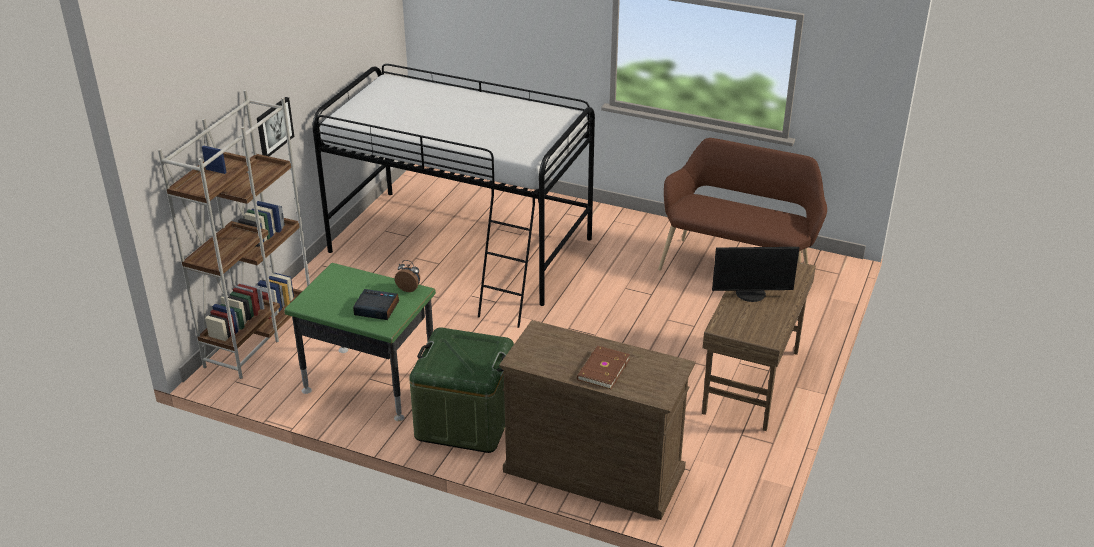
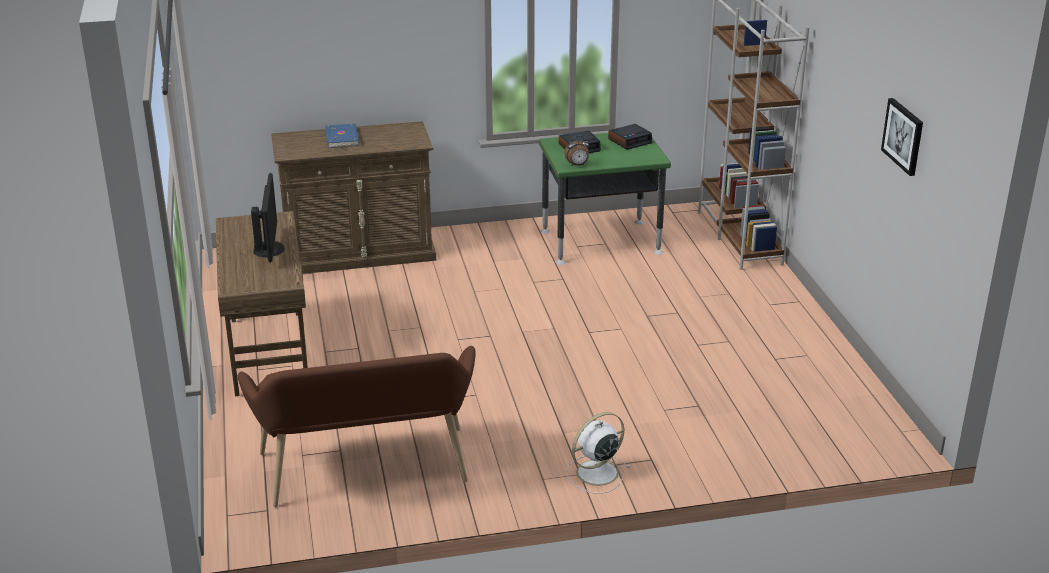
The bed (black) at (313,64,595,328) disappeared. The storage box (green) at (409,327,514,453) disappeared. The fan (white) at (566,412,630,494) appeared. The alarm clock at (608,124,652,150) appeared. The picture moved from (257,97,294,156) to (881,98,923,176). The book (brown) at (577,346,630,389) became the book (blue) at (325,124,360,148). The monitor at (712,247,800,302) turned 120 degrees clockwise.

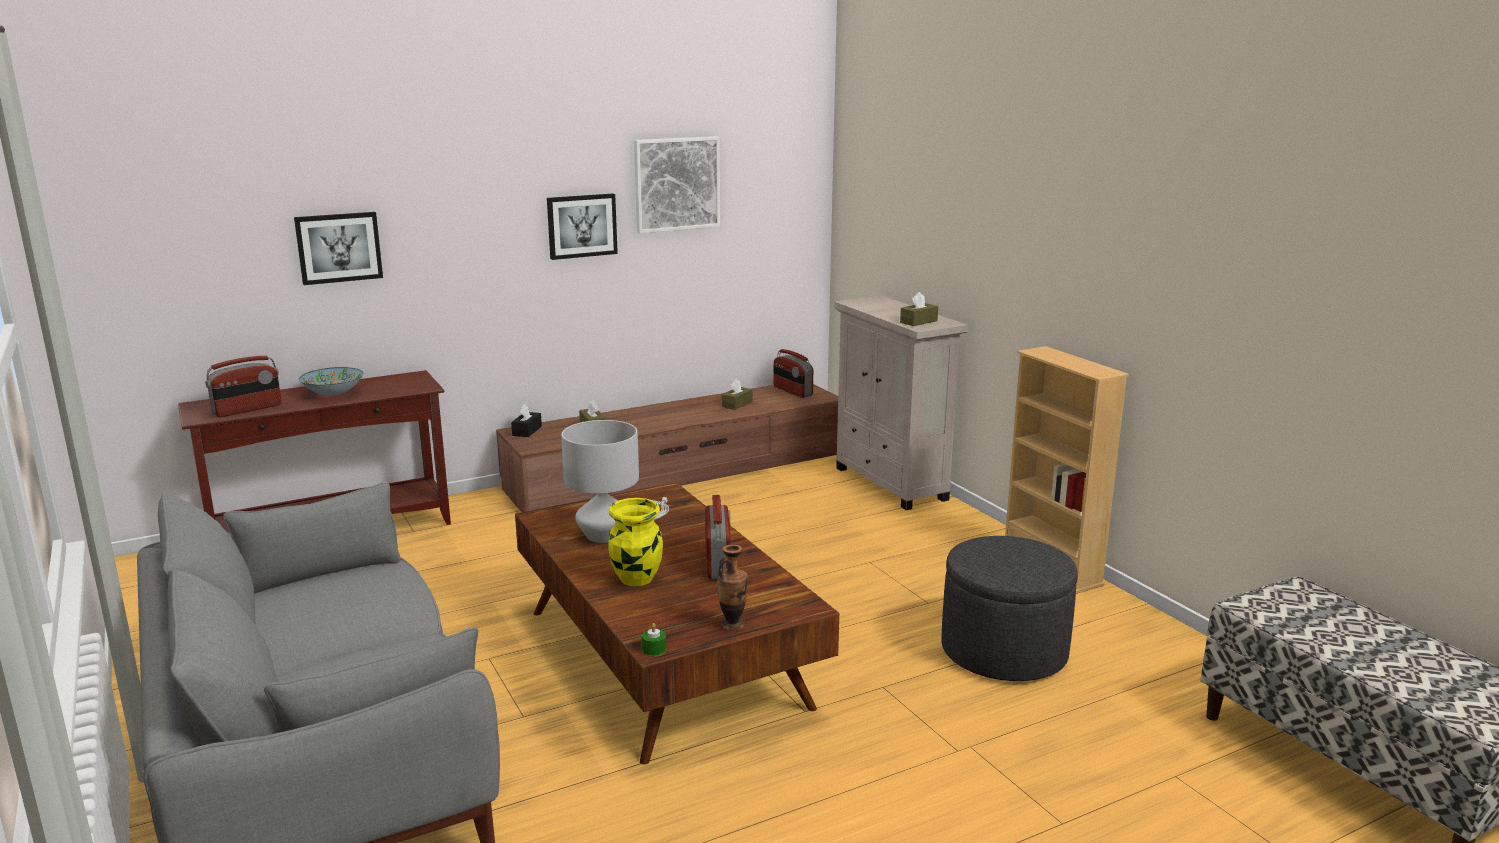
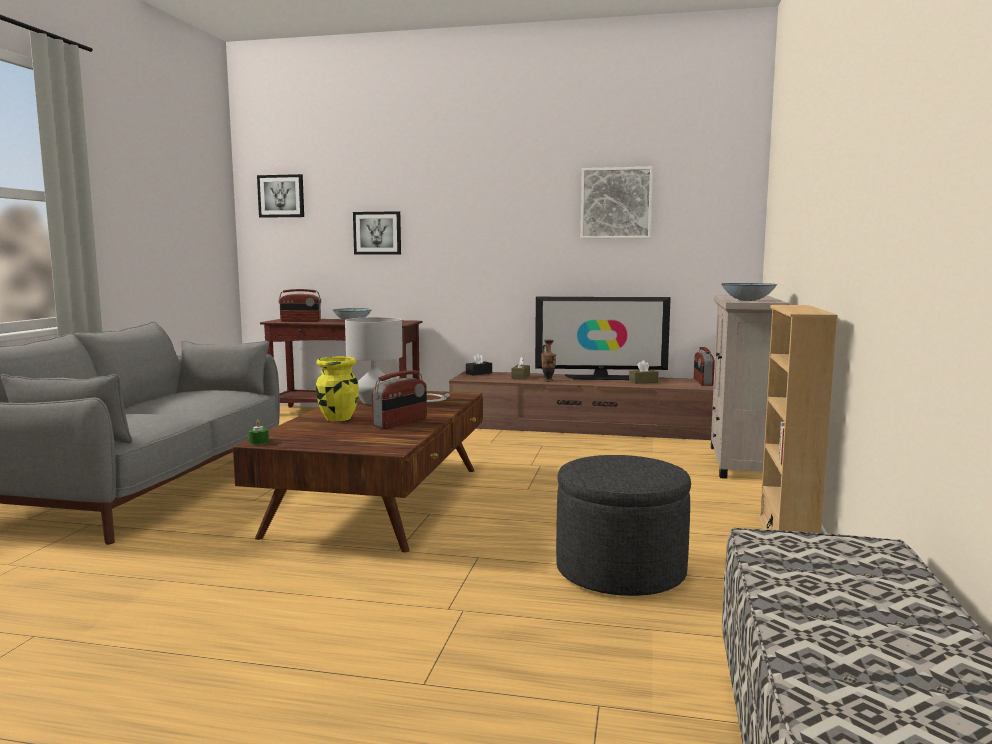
The television at (535,297,671,380) appeared. The picture moved from (547,193,618,260) to (257,174,304,218). The vase moved from (717,545,748,631) to (541,340,556,382). The tissue box (brown) at (900,292,938,326) was replaced by the bowl at (721,283,777,301).

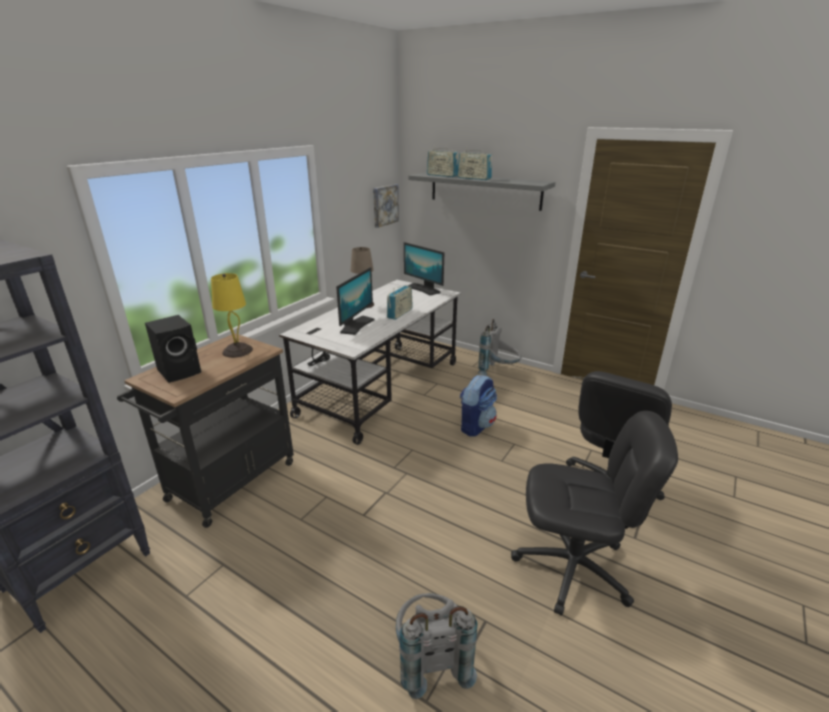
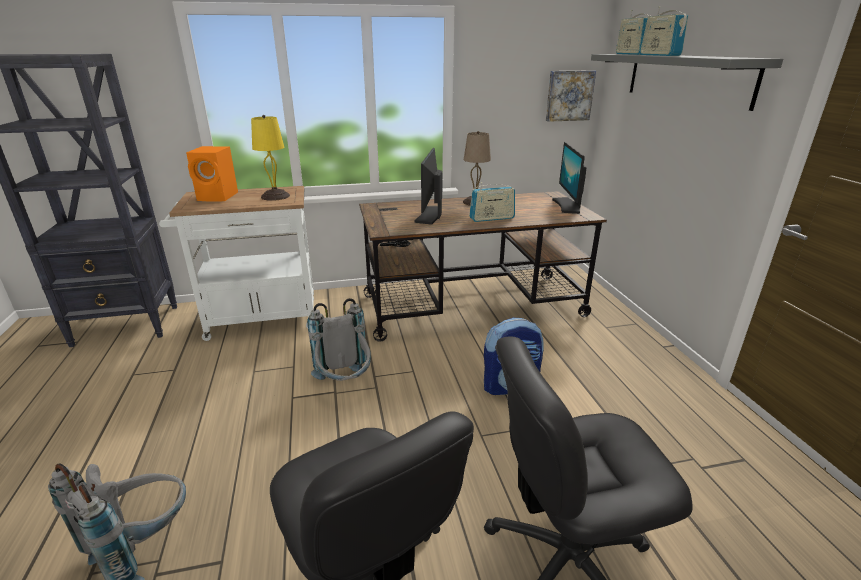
The backpack (grey) moved from (478,319,521,375) to (307,298,371,381). The cart (black) at (117,333,294,528) became the cart (white) at (159,186,314,341). The speaker (black) at (145,315,201,383) became the speaker (orange) at (186,146,238,202). The desk (white) at (279,280,461,445) became the desk (brown) at (359,191,607,342). The monitor at (336,267,374,335) turned 120 degrees clockwise.

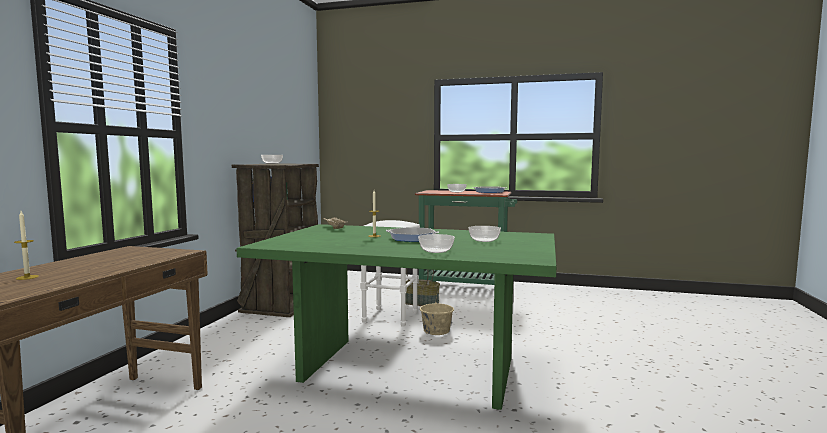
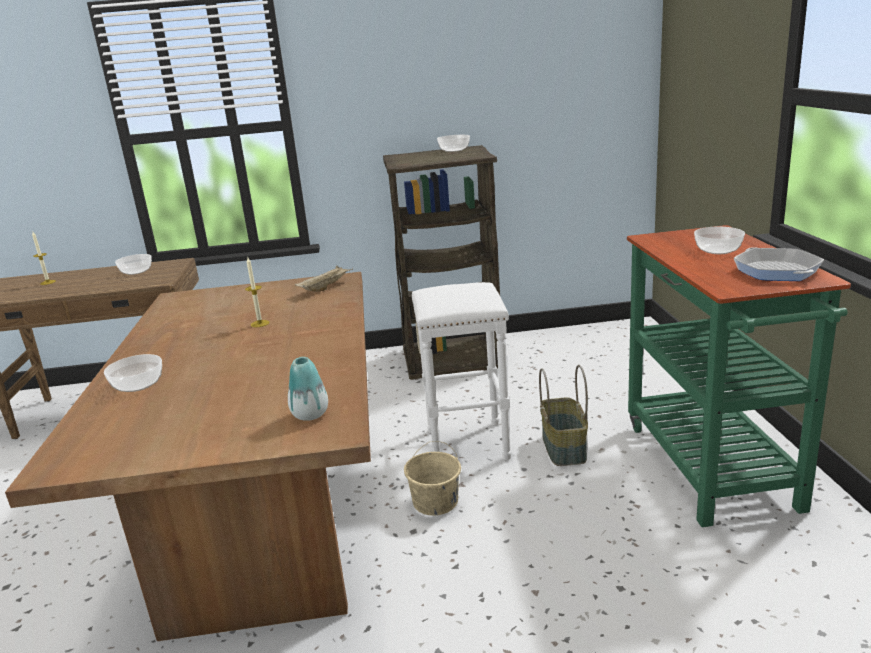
The frying pan at (386,227,439,242) disappeared. The vase at (288,357,328,421) appeared. The bowl moved from (468,226,501,242) to (115,254,152,275). The dining table (green) at (237,224,556,410) became the dining table (brown) at (5,272,371,641).

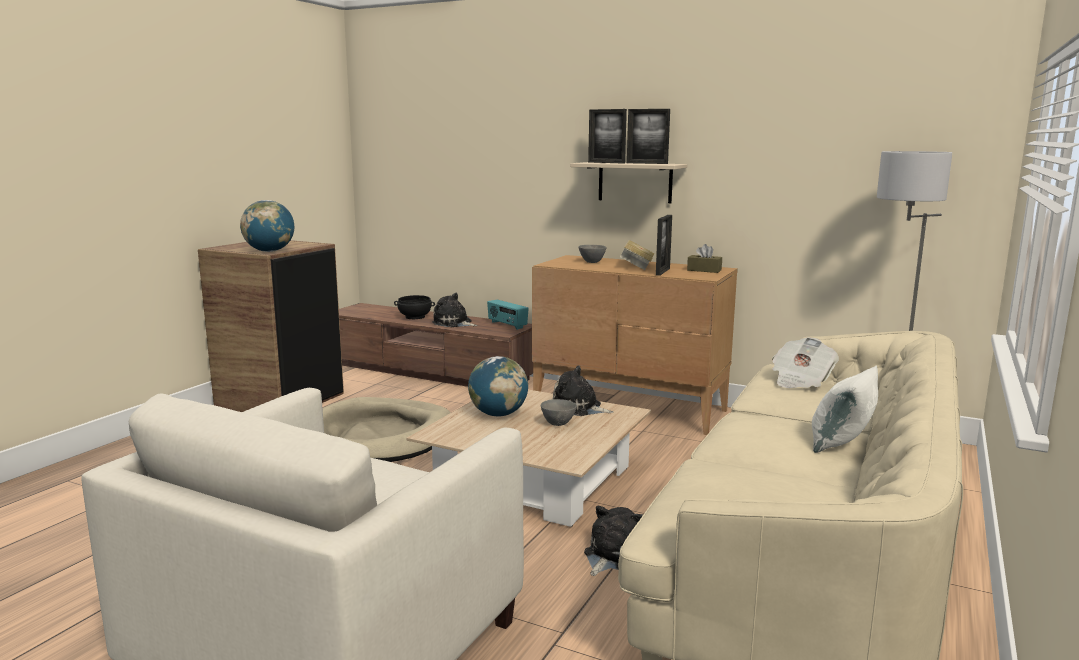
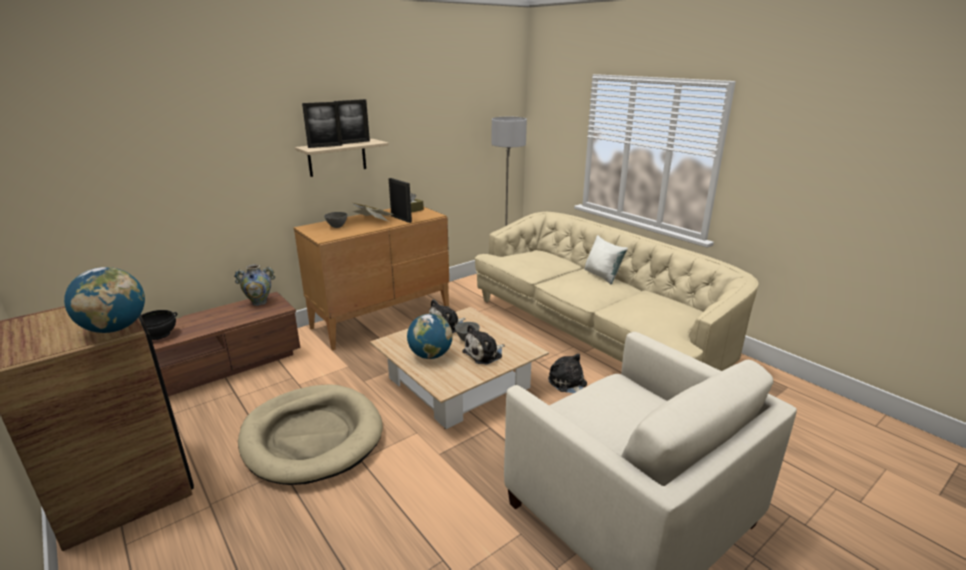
The newspaper at (772,337,839,388) disappeared. The plush toy moved from (432,292,478,327) to (462,324,505,365). The radio at (487,300,529,330) was replaced by the vase at (234,264,275,306).

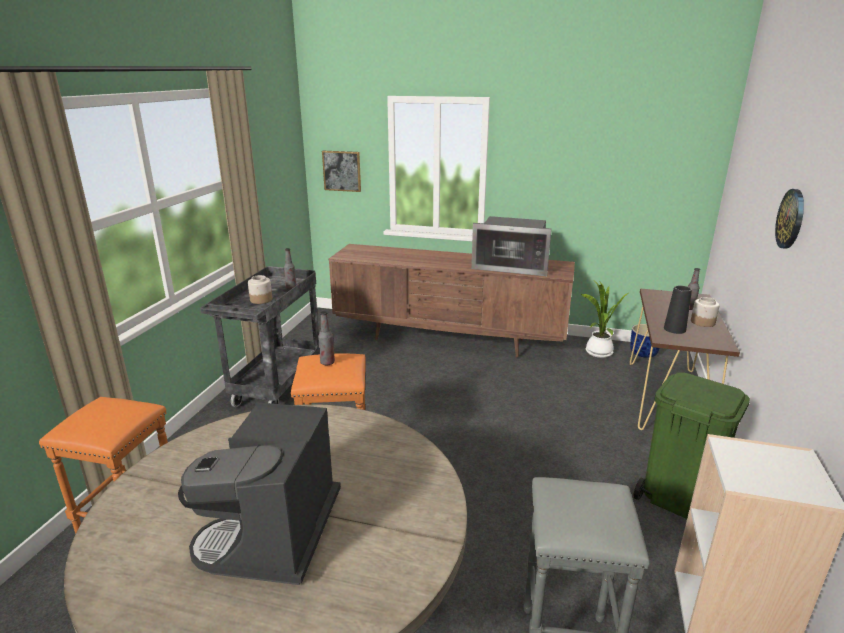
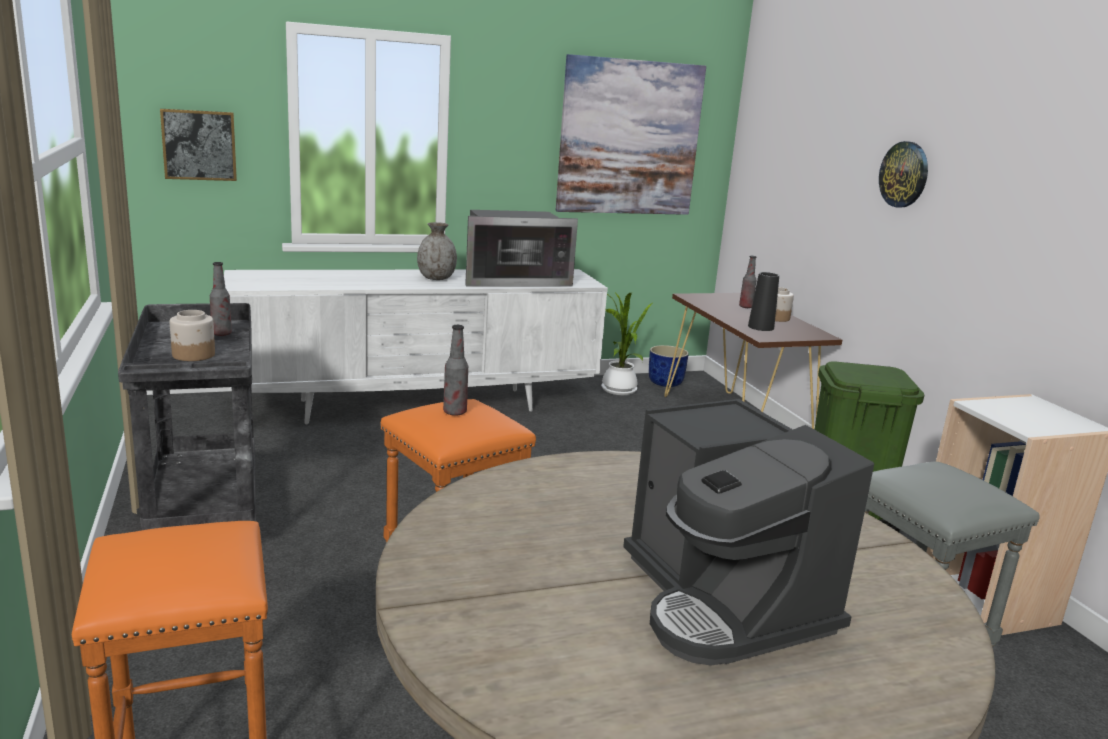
The vase (grey) at (417,222,457,280) appeared. The picture at (555,54,706,215) appeared. The cabinet (brown) at (329,244,575,358) became the cabinet (white) at (224,269,608,424).

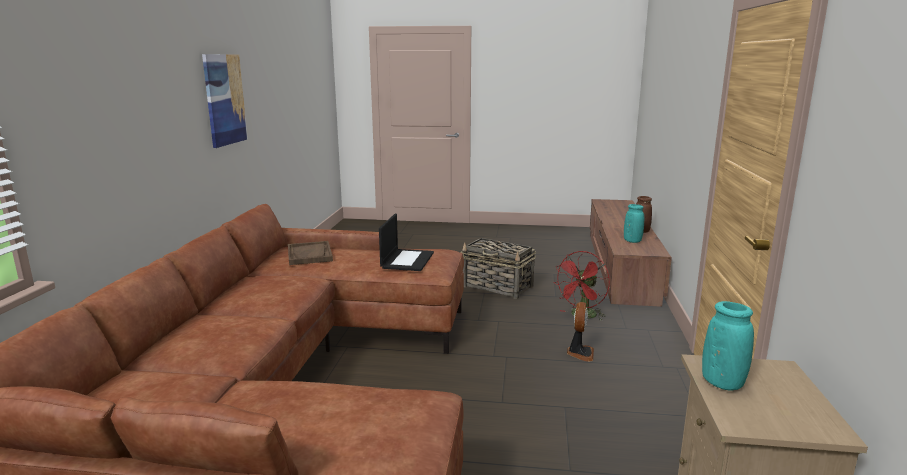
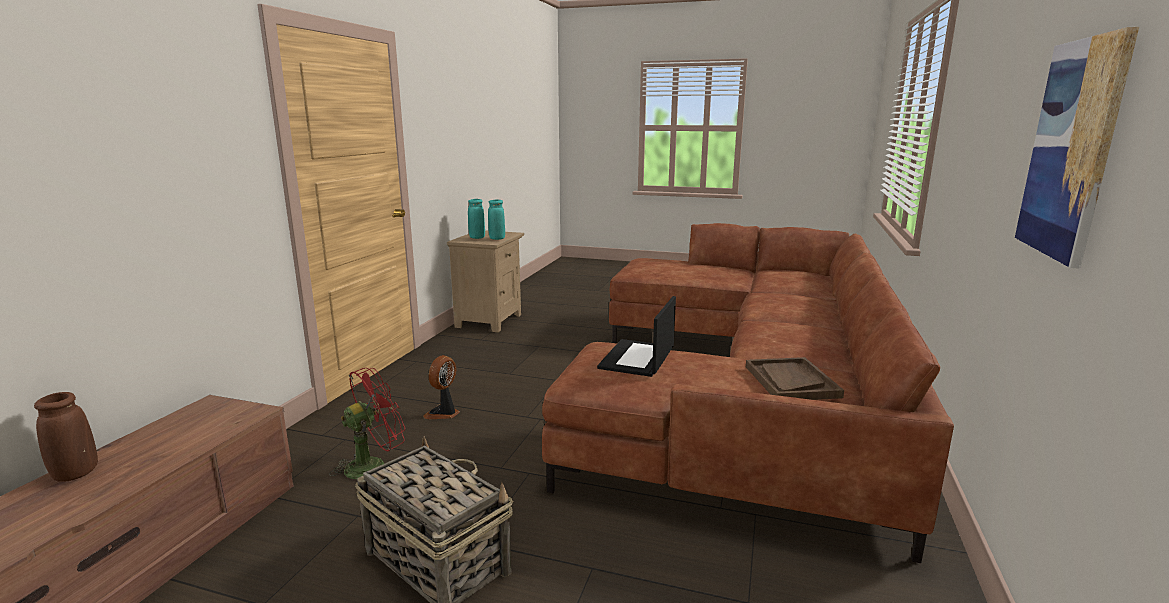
The vase (turquoise) moved from (624,204,644,243) to (468,199,485,239).

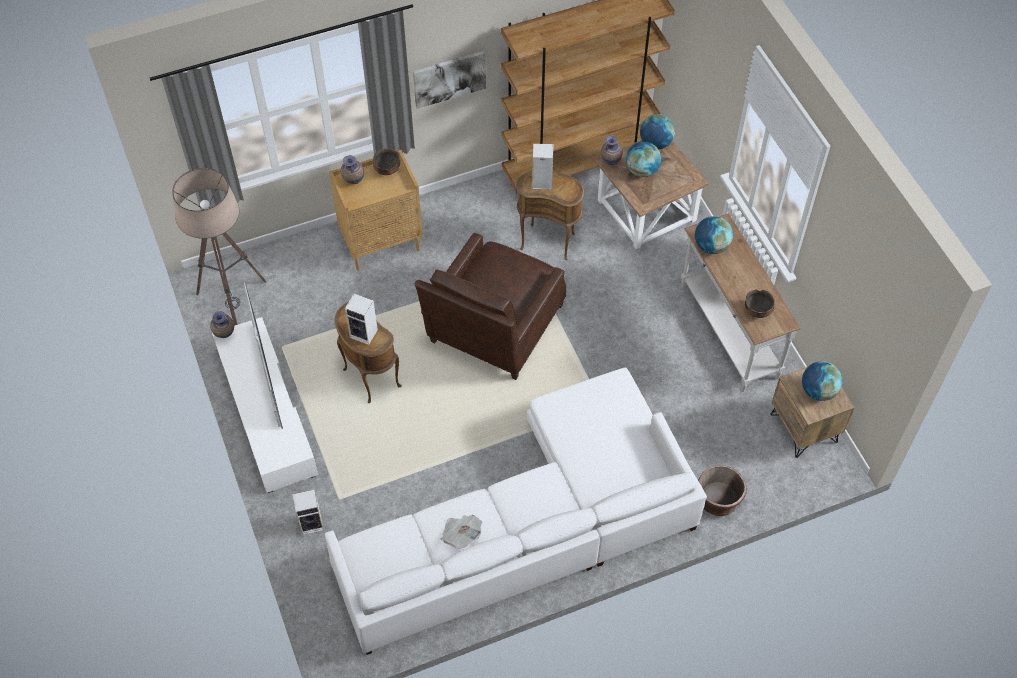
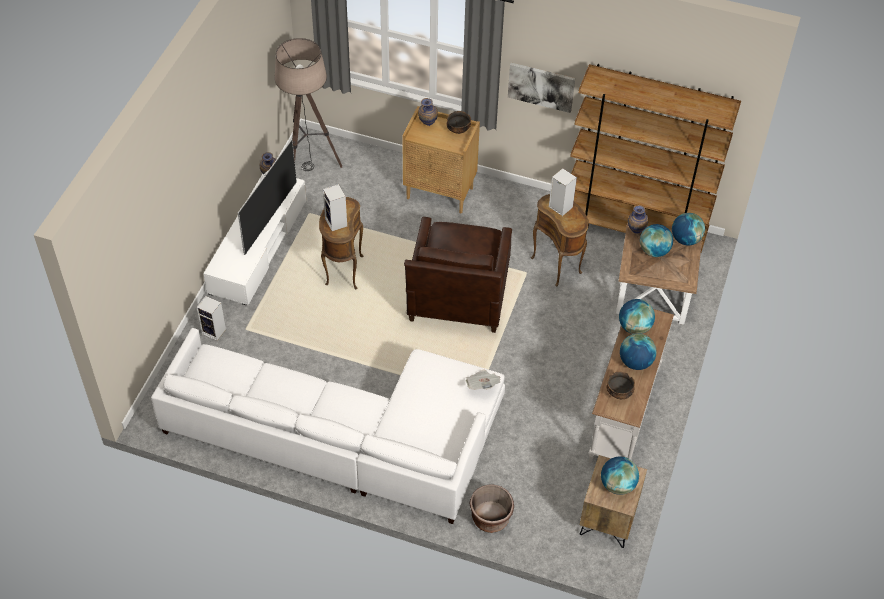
The globe at (620,334,656,370) appeared. The newspaper moved from (440,515,482,549) to (466,370,500,390). The armchair (brown) at (415,233,566,380) turned 60 degrees counterclockwise.

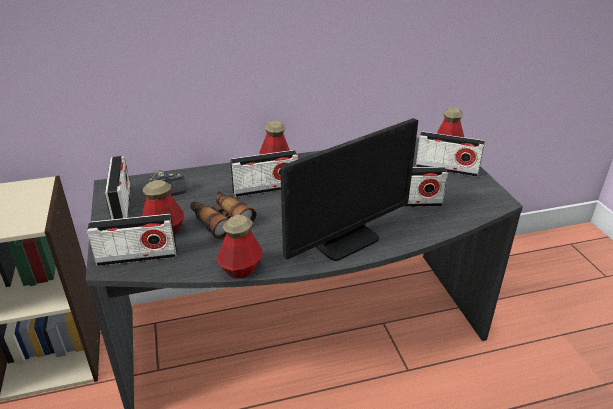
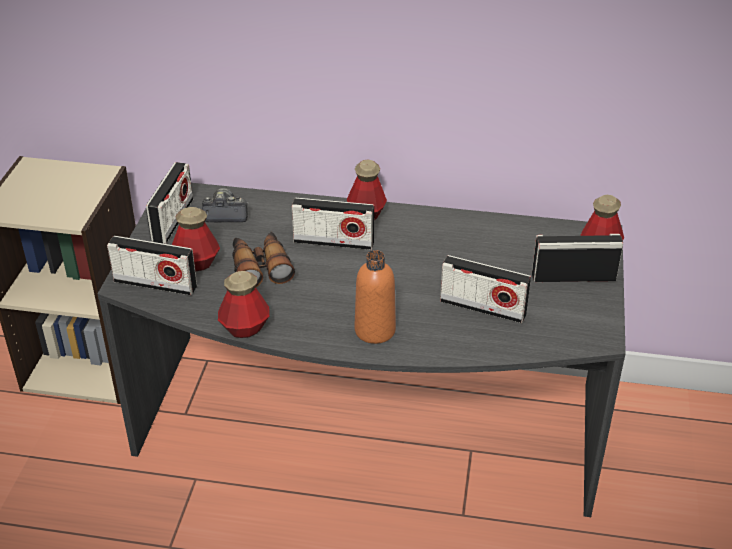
The monitor at (280,118,418,261) was replaced by the bottle (orange) at (355,250,396,344). The radio at (416,131,485,177) turned 135 degrees clockwise.

